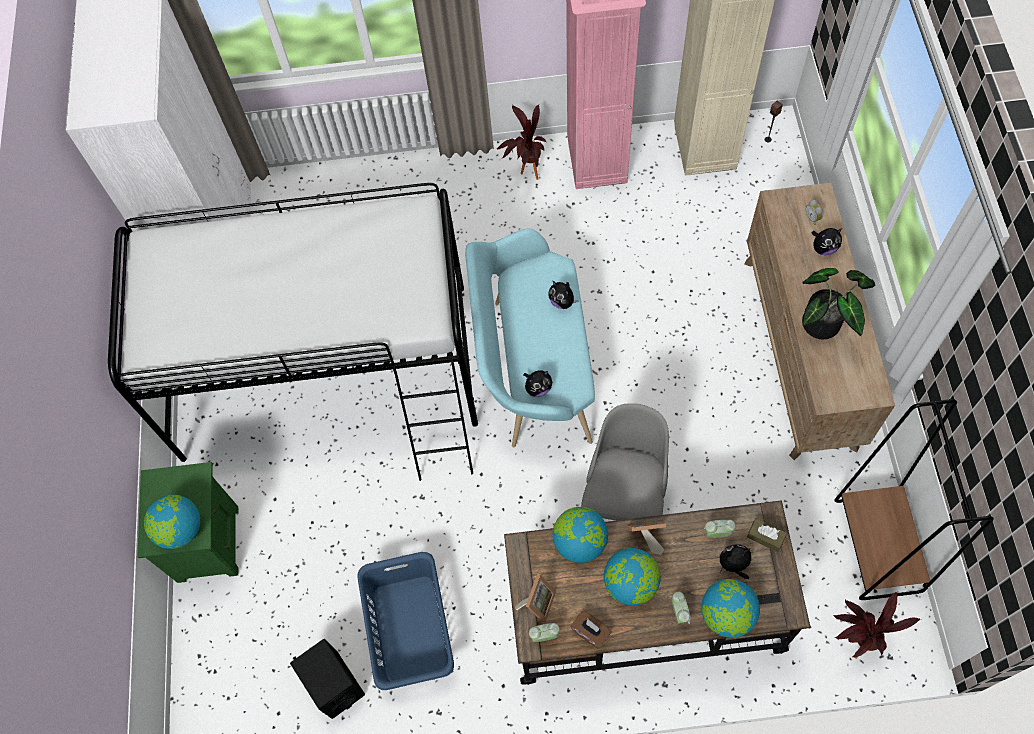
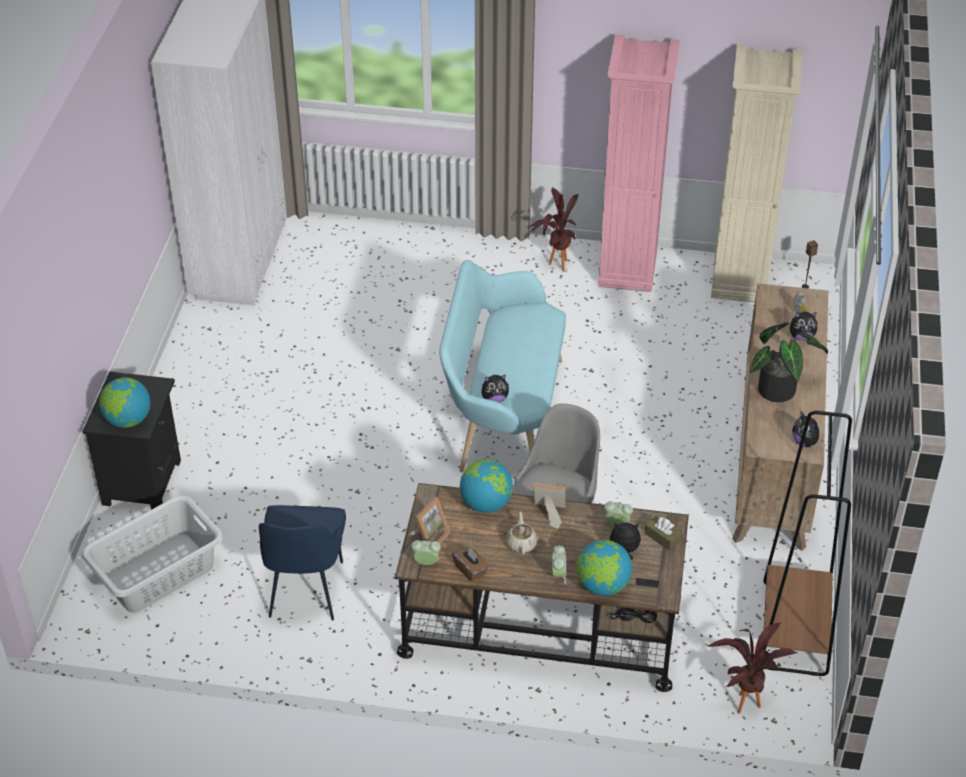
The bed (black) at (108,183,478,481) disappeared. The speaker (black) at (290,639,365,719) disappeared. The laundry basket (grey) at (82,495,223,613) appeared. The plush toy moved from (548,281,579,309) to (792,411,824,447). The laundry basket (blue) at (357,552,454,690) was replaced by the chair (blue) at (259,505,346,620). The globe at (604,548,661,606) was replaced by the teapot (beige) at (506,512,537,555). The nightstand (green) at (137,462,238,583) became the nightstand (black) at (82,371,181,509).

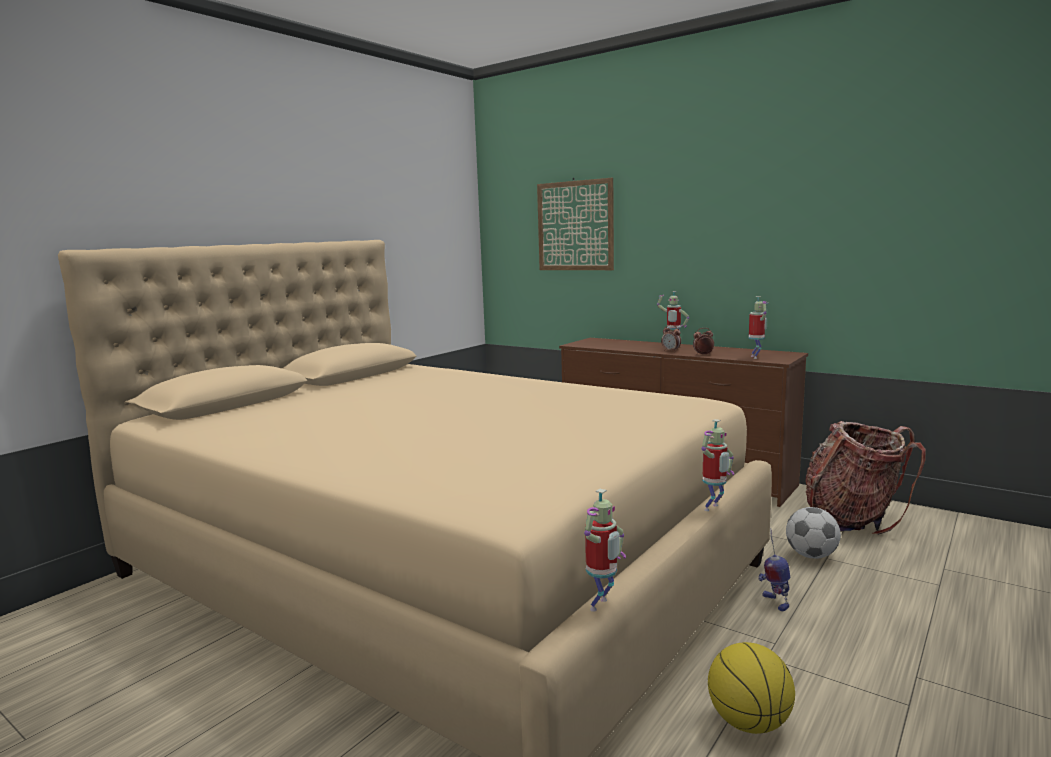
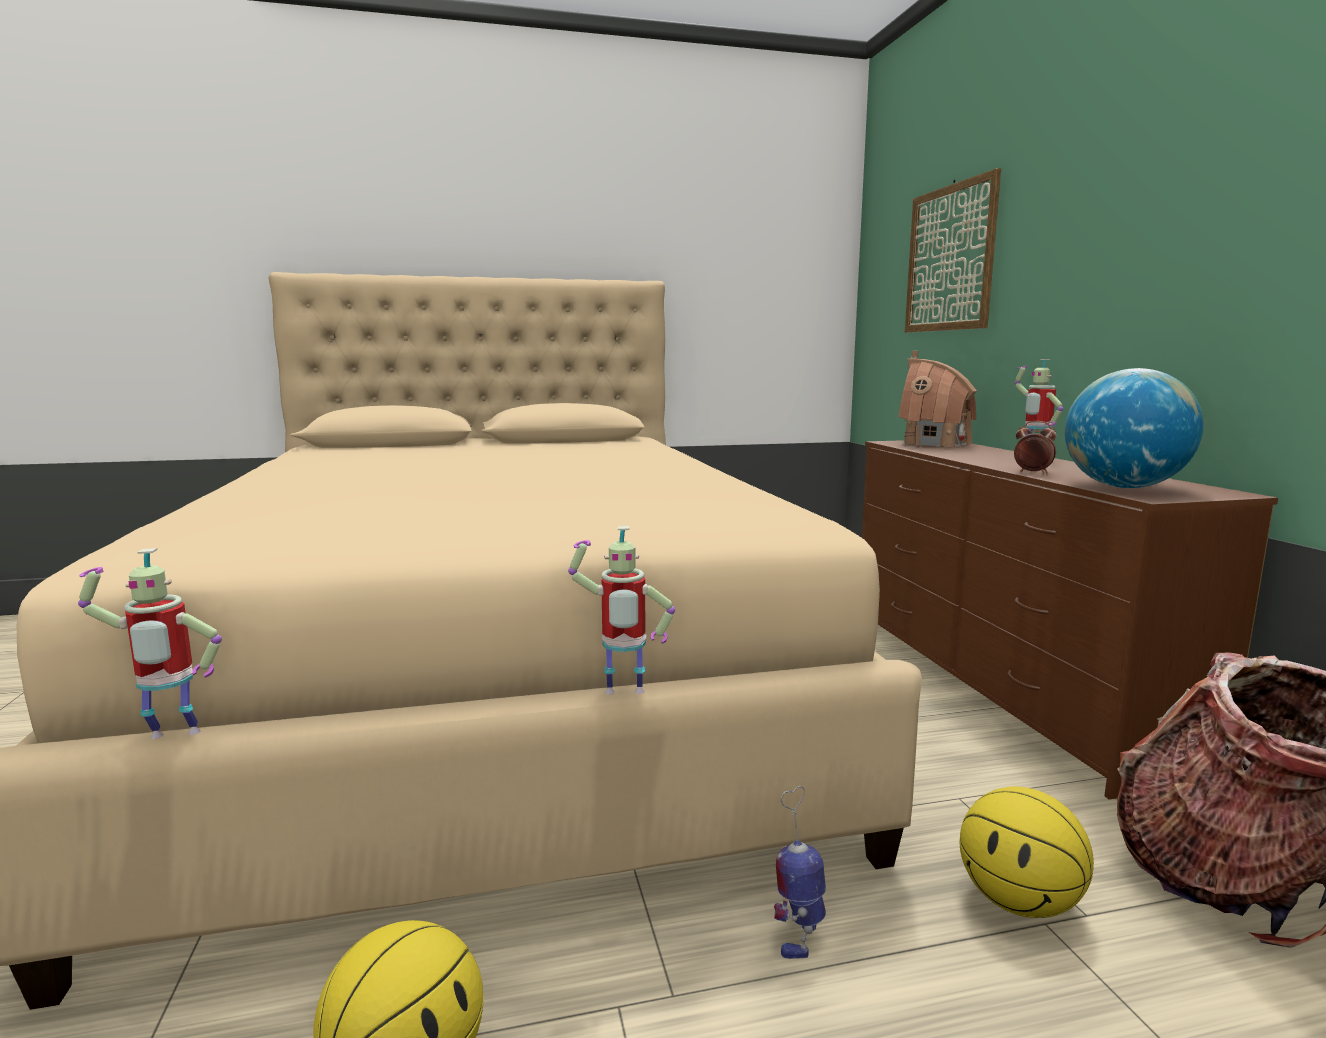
The alarm clock at (661,325,681,352) disappeared. The toy house at (899,351,977,448) appeared. The toy robot at (749,296,768,359) was replaced by the globe at (1065,368,1204,488). The football at (786,507,841,559) was replaced by the basketball at (960,787,1094,918).

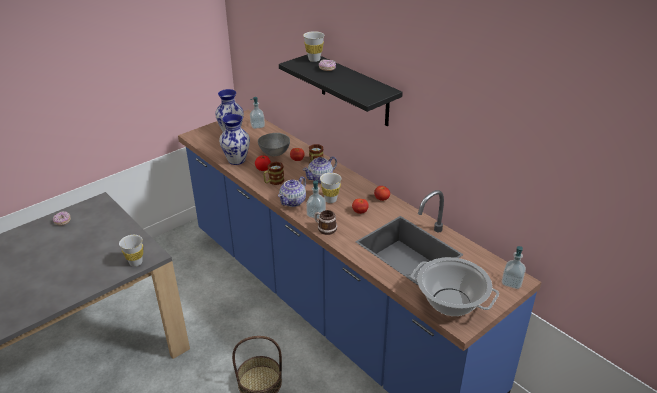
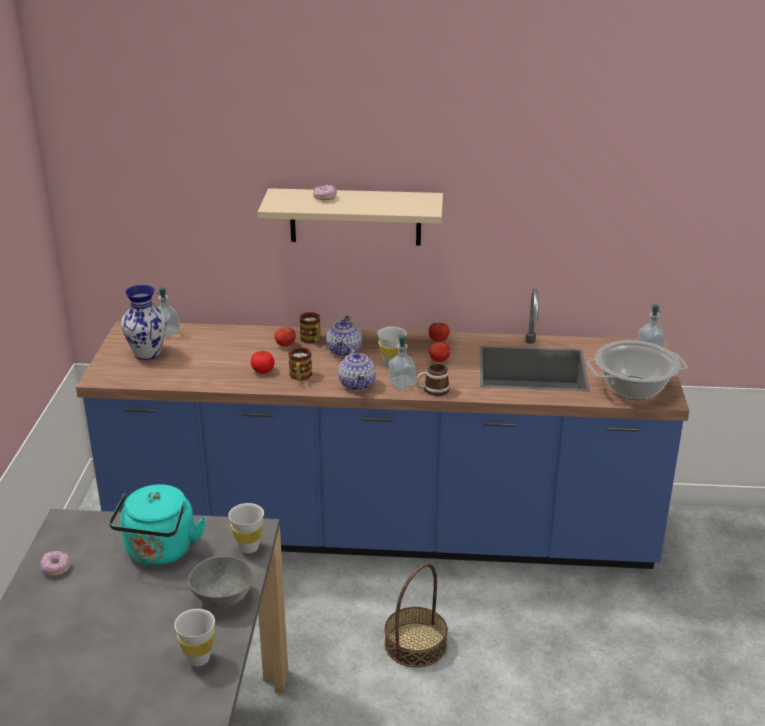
The vase at (219,114,250,165) disappeared. The kettle (turquoise) at (109,484,206,565) appeared. The bowl (grey) moved from (258,133,290,156) to (188,556,253,608). The cup (white) moved from (303,31,324,62) to (174,609,215,666). The shelf (black) at (279,54,403,126) became the shelf (beige) at (258,188,443,246).

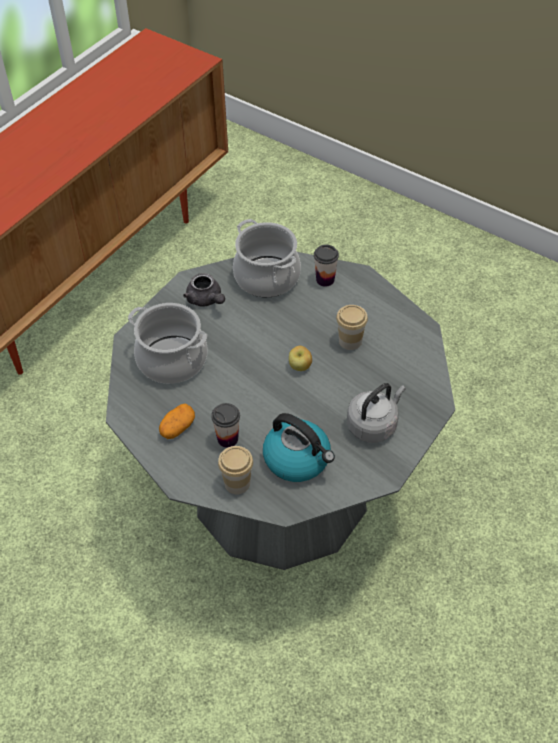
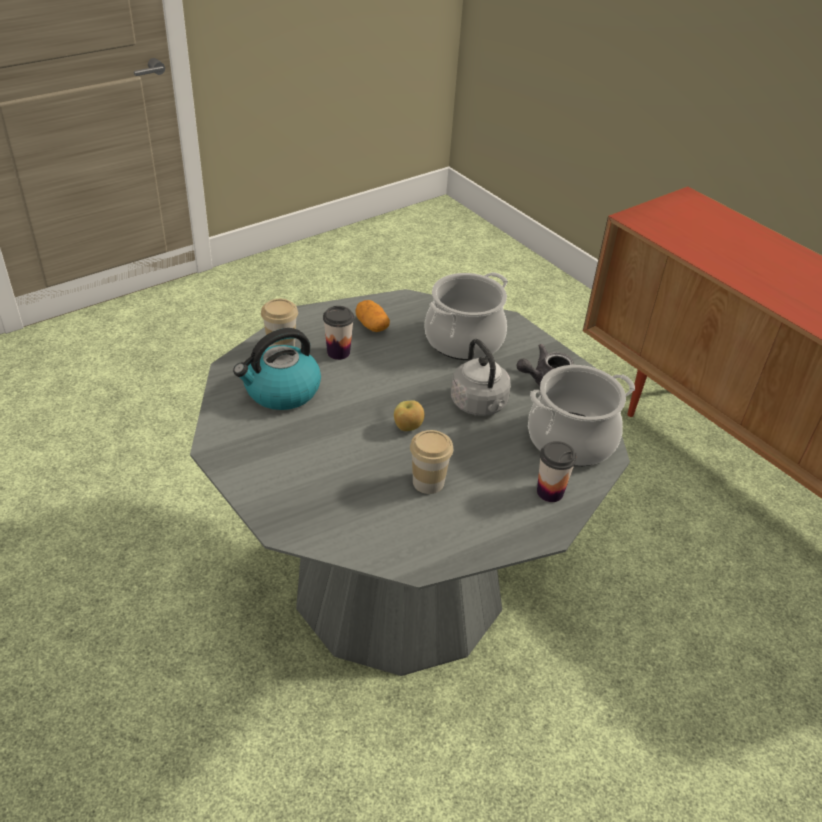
The kettle (grey) moved from (347,383,406,443) to (451,339,511,416).

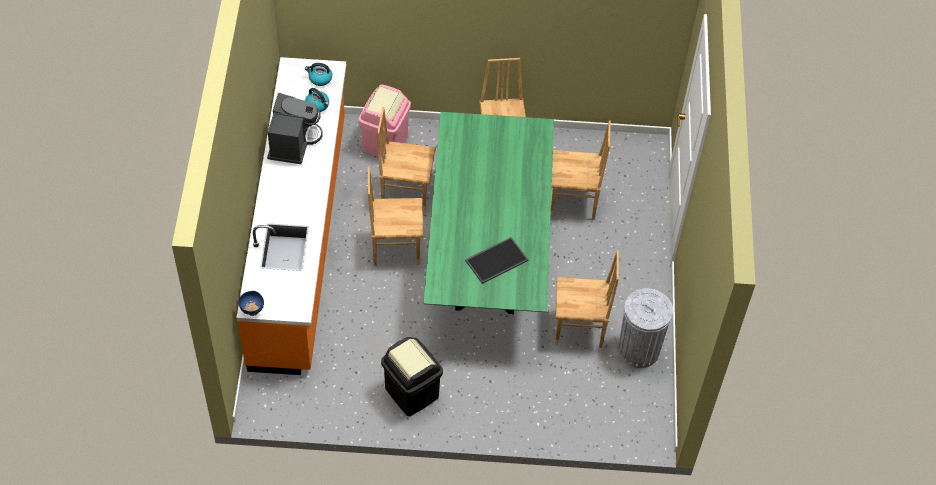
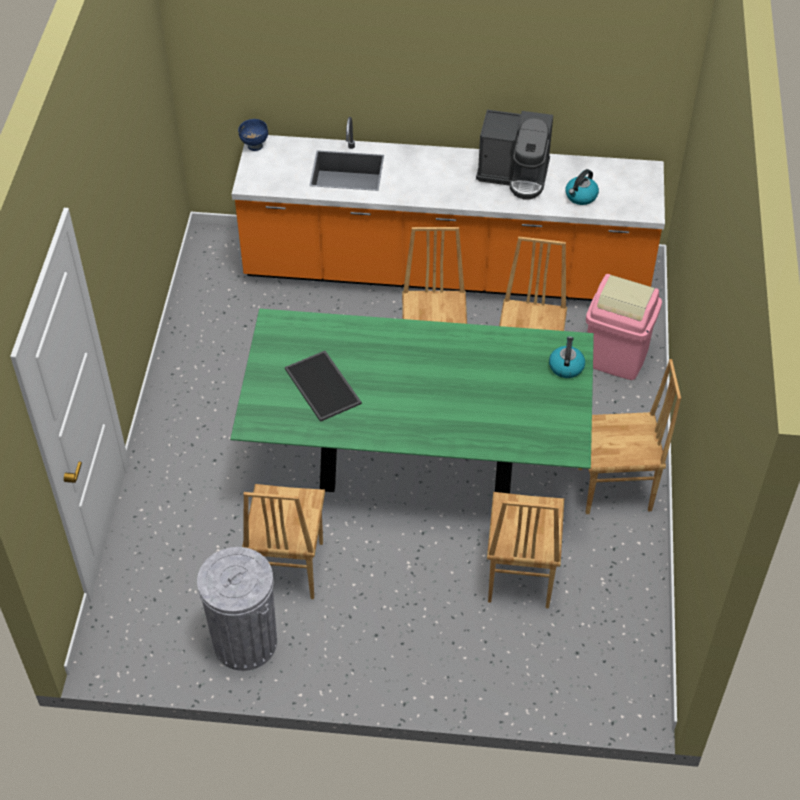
The trash can (black) at (381,337,443,416) disappeared. The kettle moved from (305,63,332,86) to (549,336,585,378).

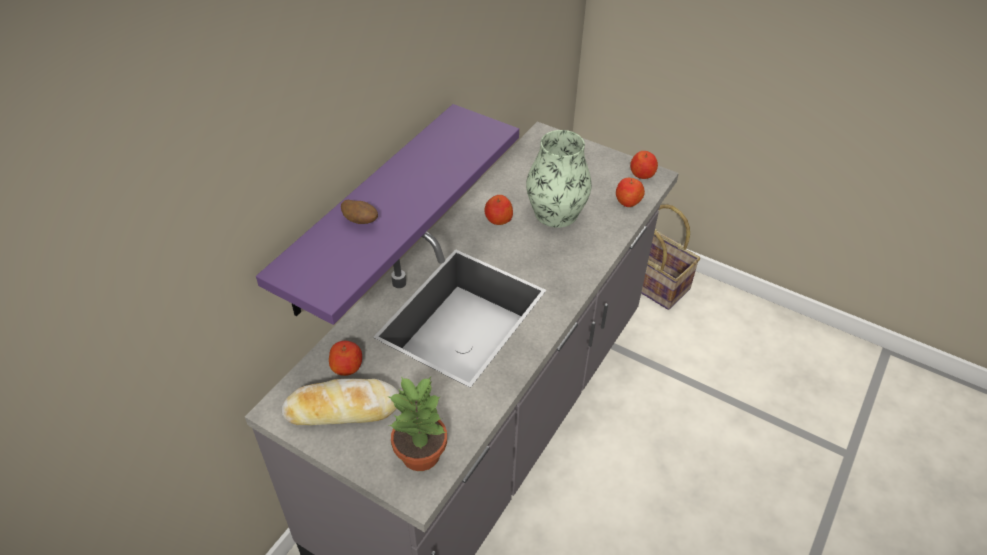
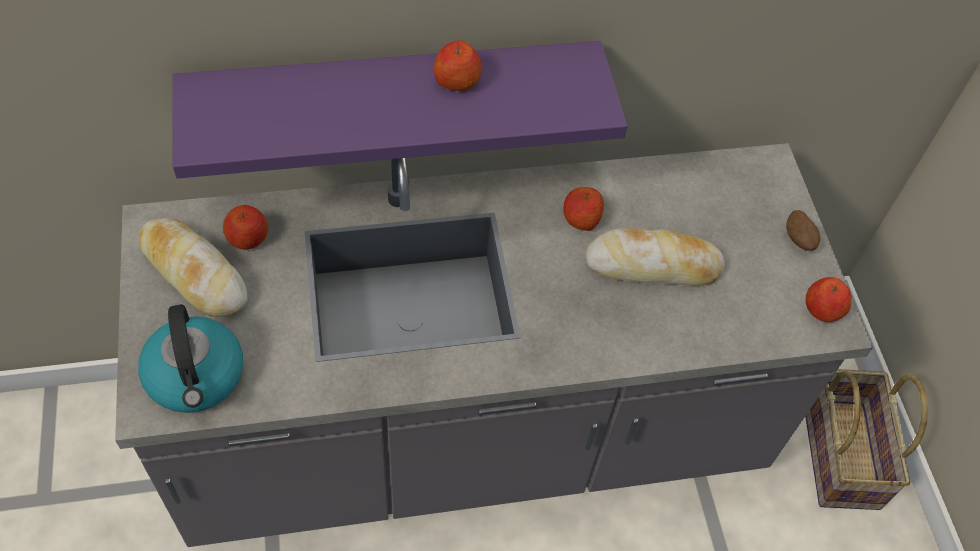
The potato moved from (341,200,378,224) to (786,210,820,251). The apple moved from (616,178,645,207) to (434,40,482,91). The potted plant at (388,376,447,471) was replaced by the kettle at (138,304,243,413). The vase at (526,130,592,228) was replaced by the bread at (586,228,725,286).

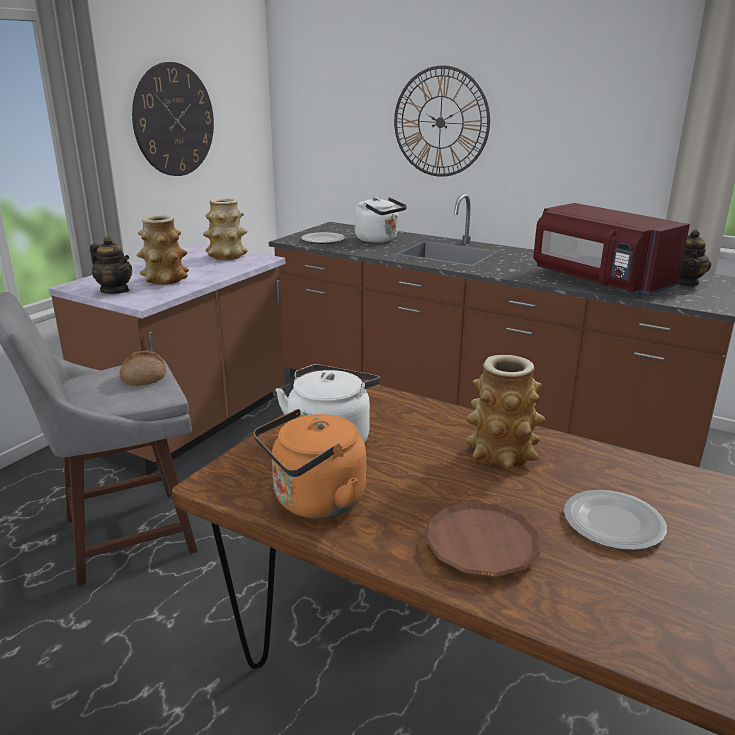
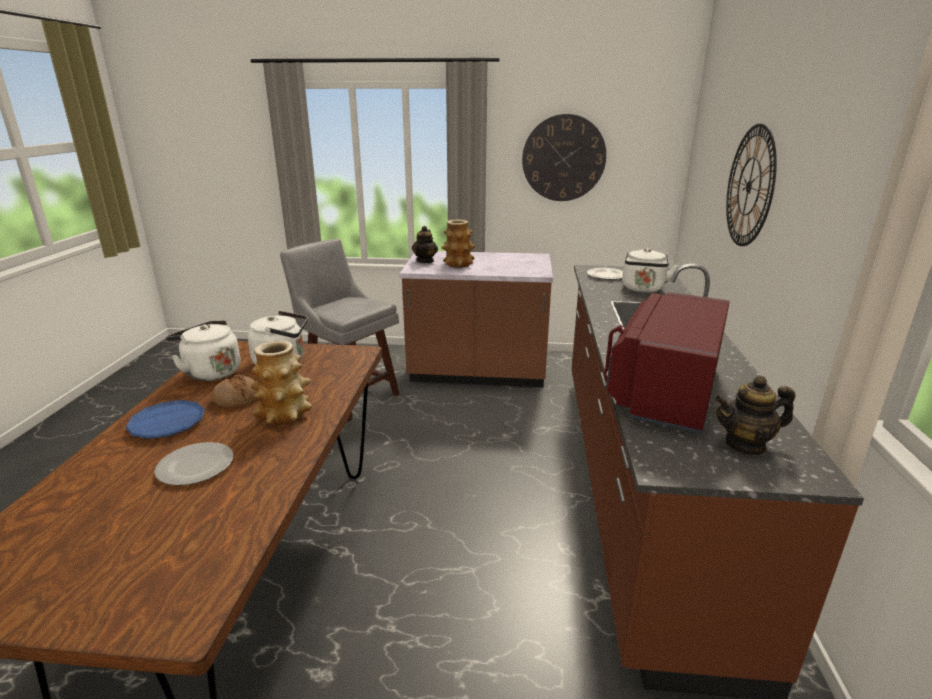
The vase at (203,198,248,260) disappeared. The bread moved from (120,350,166,386) to (212,375,257,408). The kettle (orange) at (254,409,366,519) became the kettle (white) at (166,320,241,381). The plate (brown) at (425,502,541,577) became the plate (blue) at (125,400,205,439).

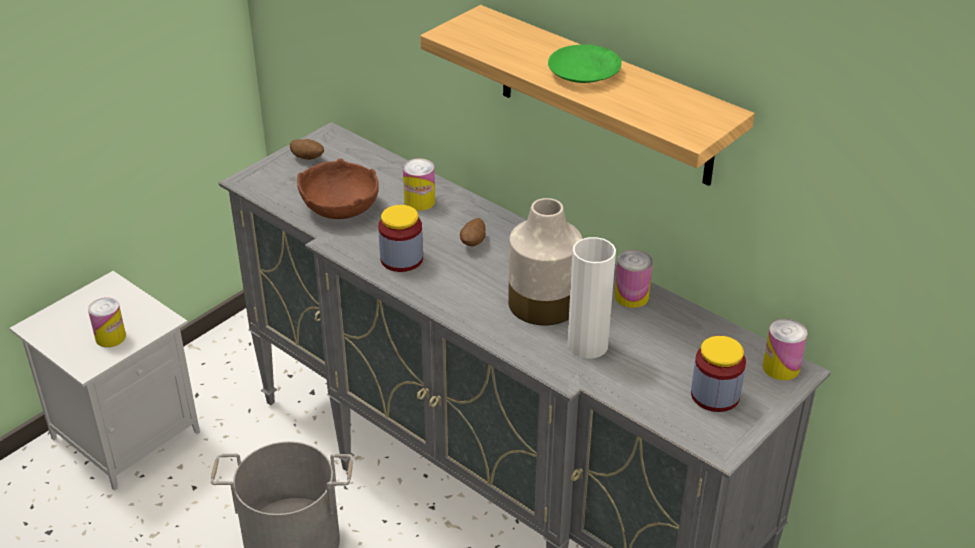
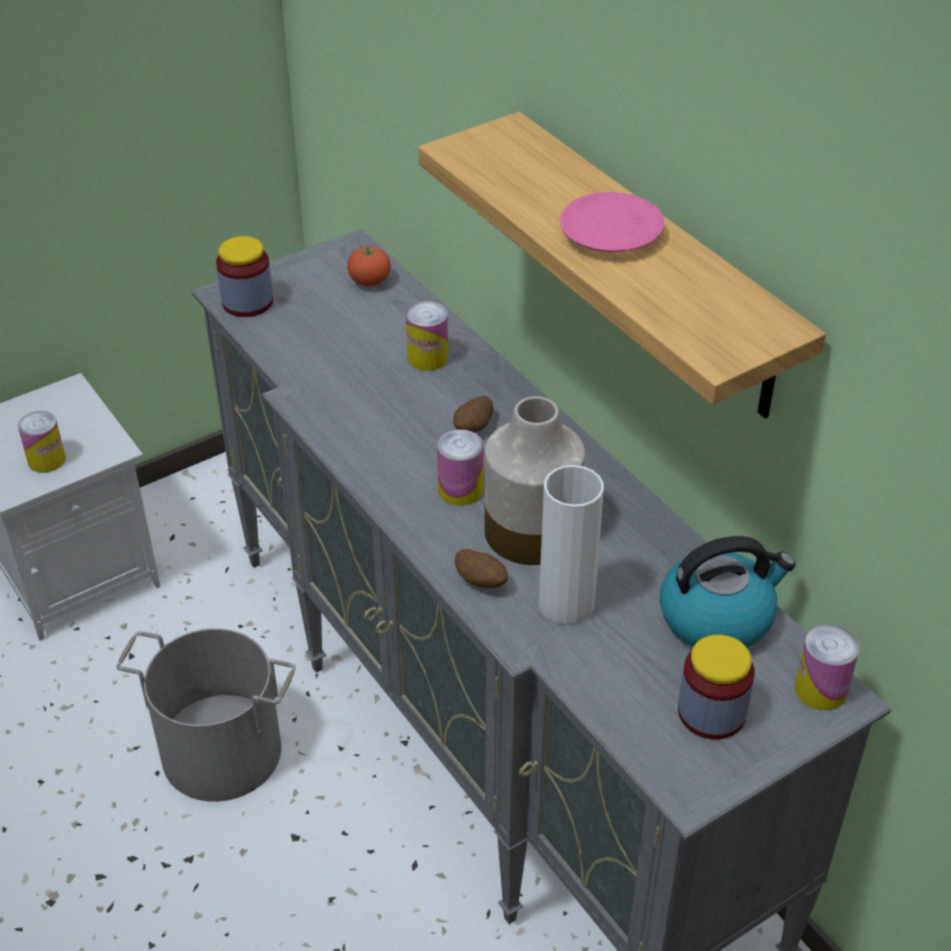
The bowl (brown) at (297,159,379,219) disappeared. The tomato at (347,245,391,286) appeared. The kettle at (660,536,796,648) appeared. The potato moved from (290,139,324,160) to (455,549,508,588). The jar moved from (378,205,423,272) to (216,236,273,317). The can moved from (615,250,653,308) to (437,429,484,506). The plate (green) at (548,44,622,83) became the plate (pink) at (560,192,665,252).

